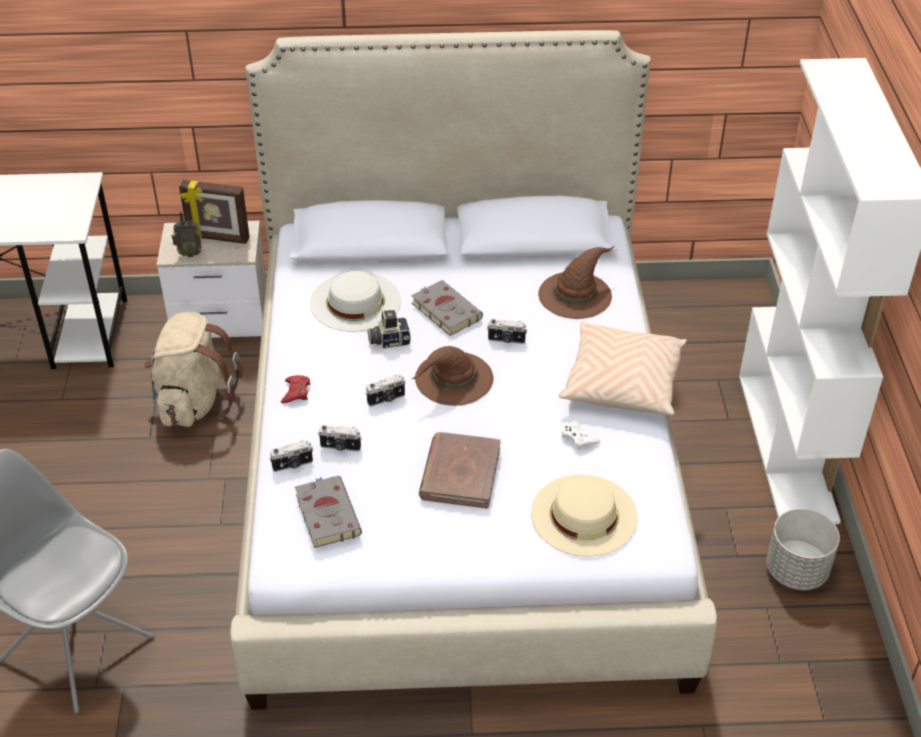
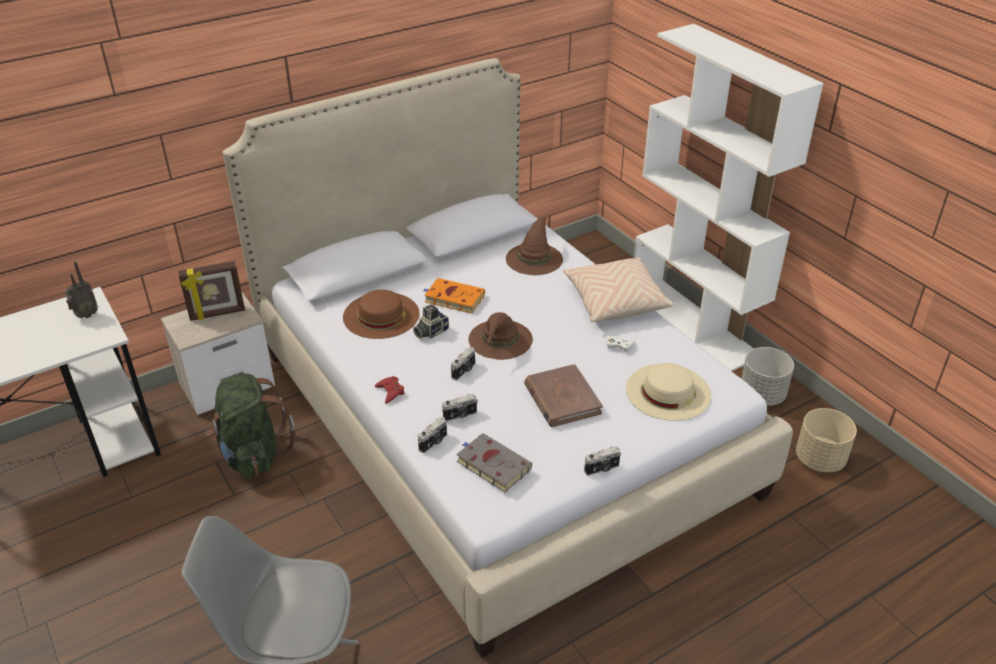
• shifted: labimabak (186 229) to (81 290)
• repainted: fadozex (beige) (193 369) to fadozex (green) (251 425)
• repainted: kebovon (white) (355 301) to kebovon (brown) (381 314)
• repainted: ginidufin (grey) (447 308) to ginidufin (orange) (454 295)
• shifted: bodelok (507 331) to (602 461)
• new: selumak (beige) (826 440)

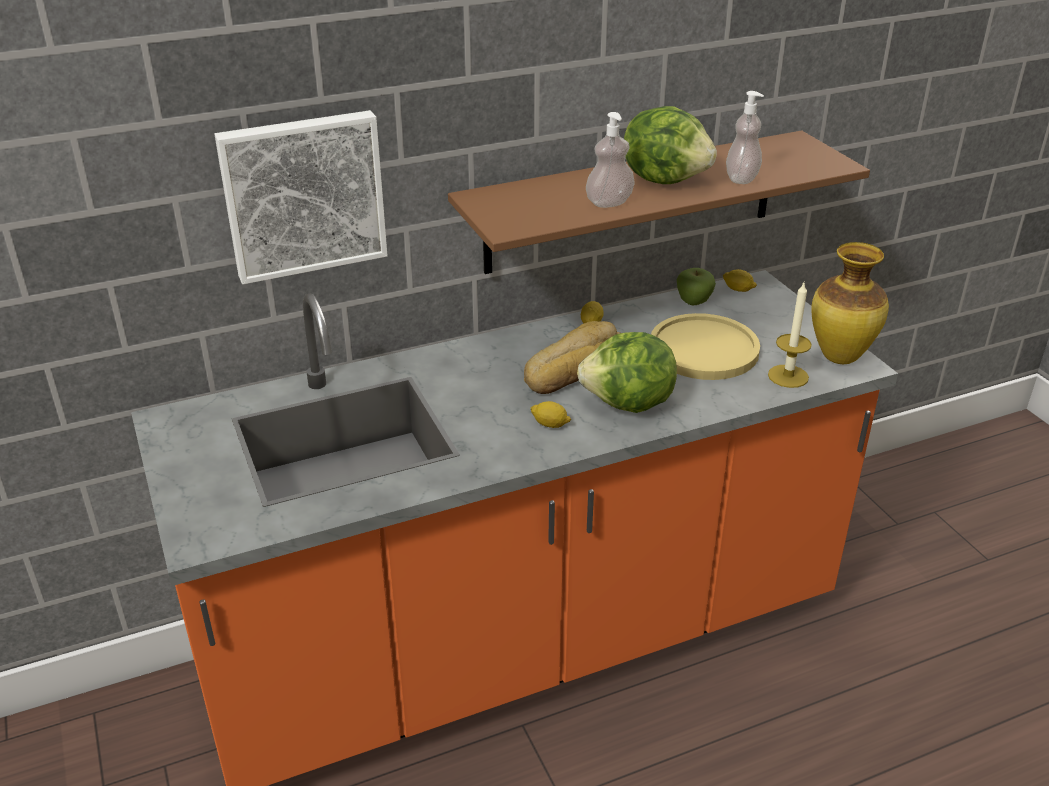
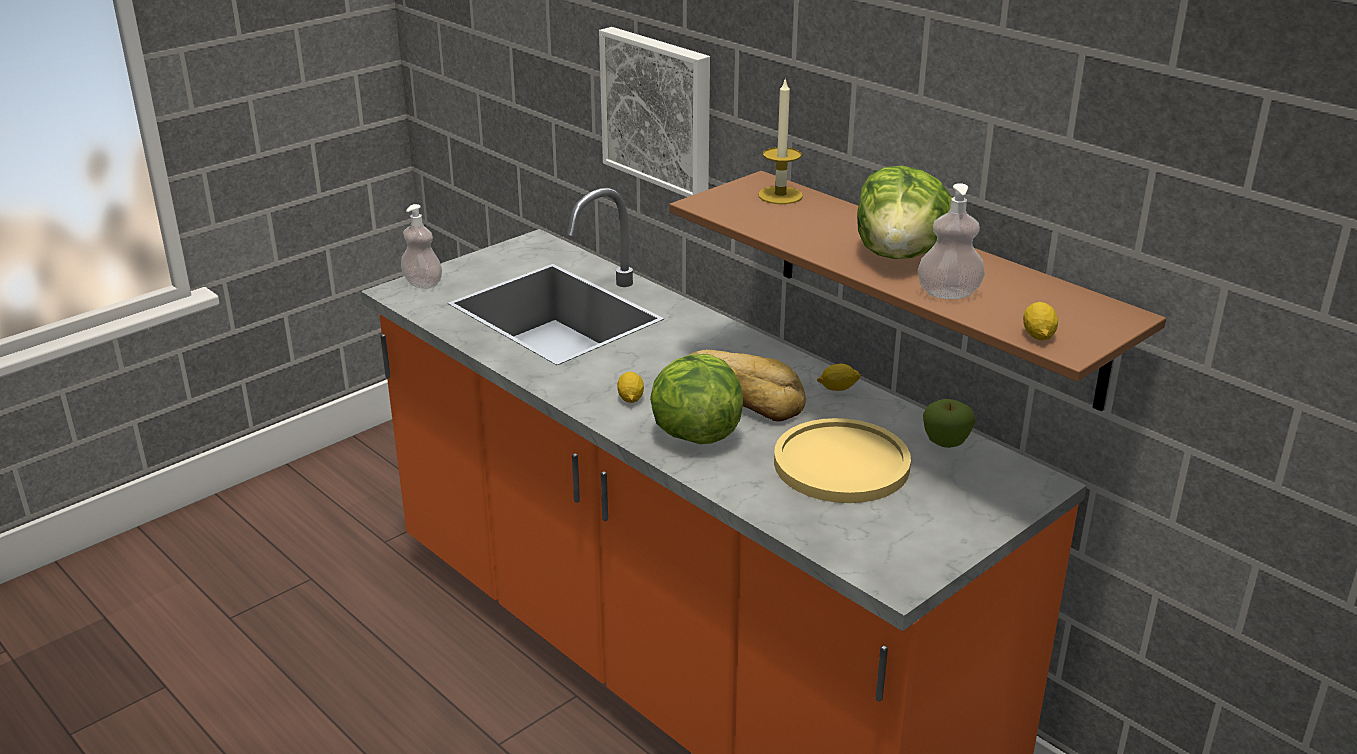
• shifted: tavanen (610 160) to (421 246)
• shifted: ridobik (790 335) to (780 141)
• shifted: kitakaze (740 280) to (1040 321)
• gone: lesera (850 303)

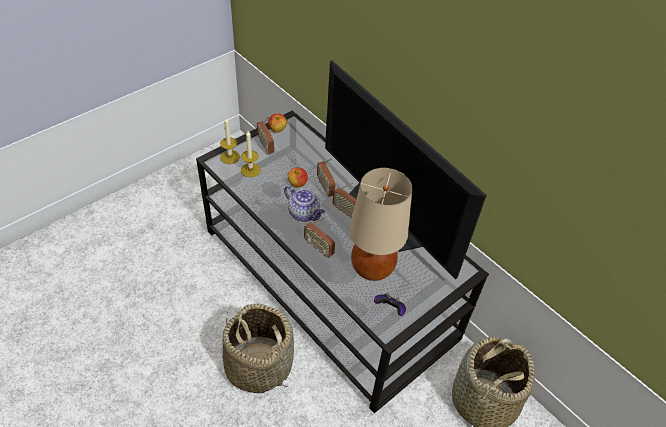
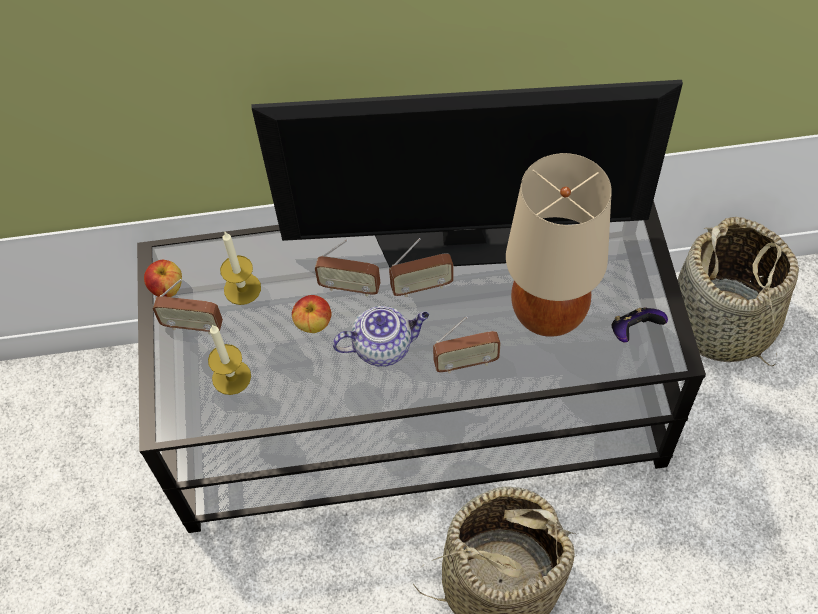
• shifted: ridobik (230 141) to (240 268)

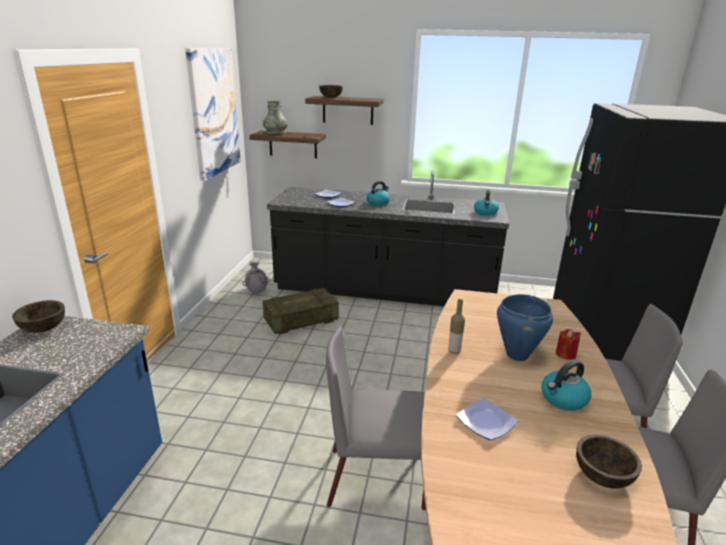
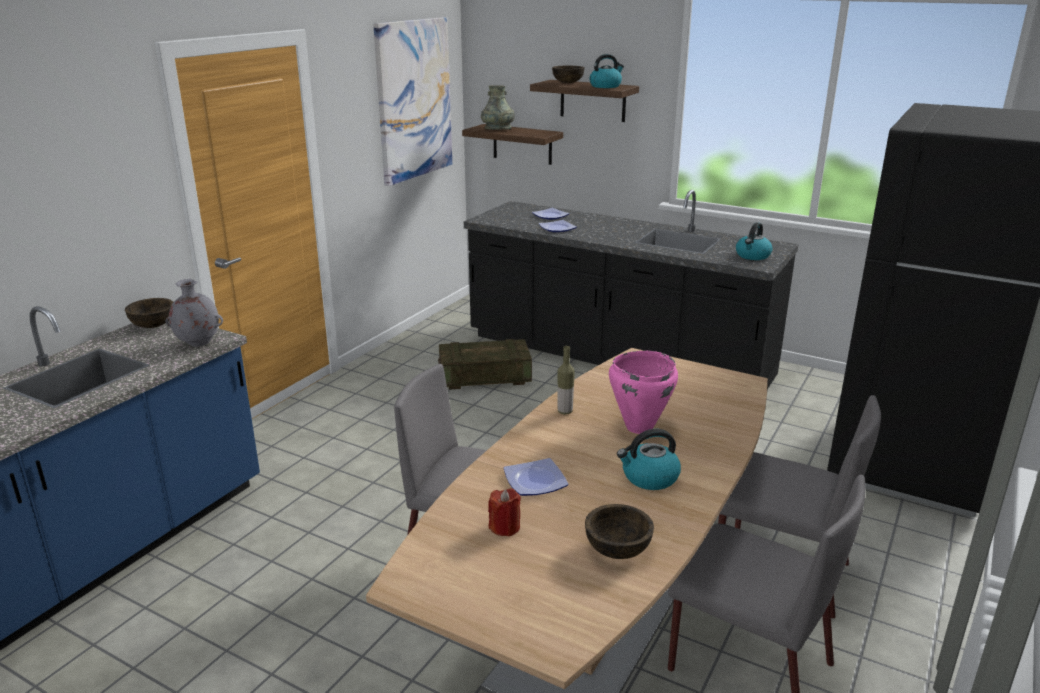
• shifted: lesera (grey) (256 278) to (194 313)
• shifted: ridobik (red) (568 344) to (504 512)
• shifted: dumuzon (378 193) to (606 71)
• repainted: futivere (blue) (525 327) to futivere (pink) (643 392)

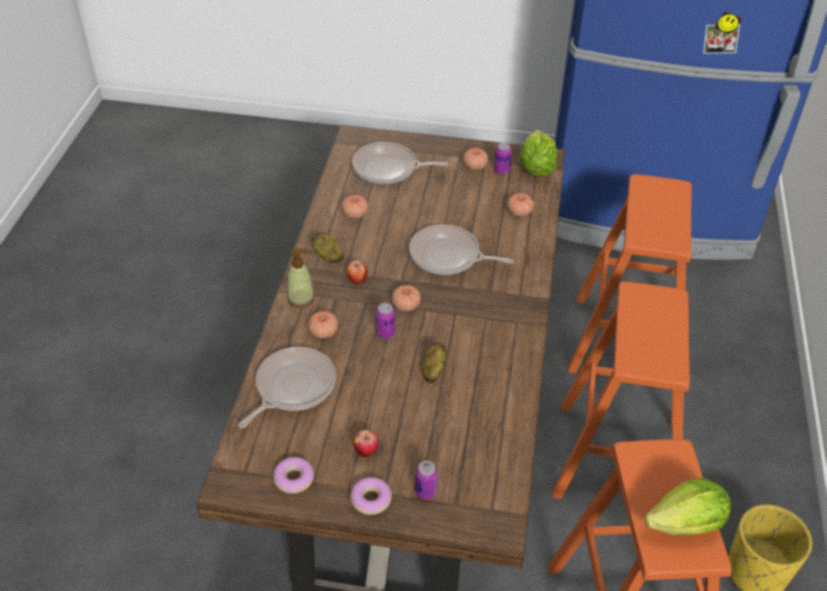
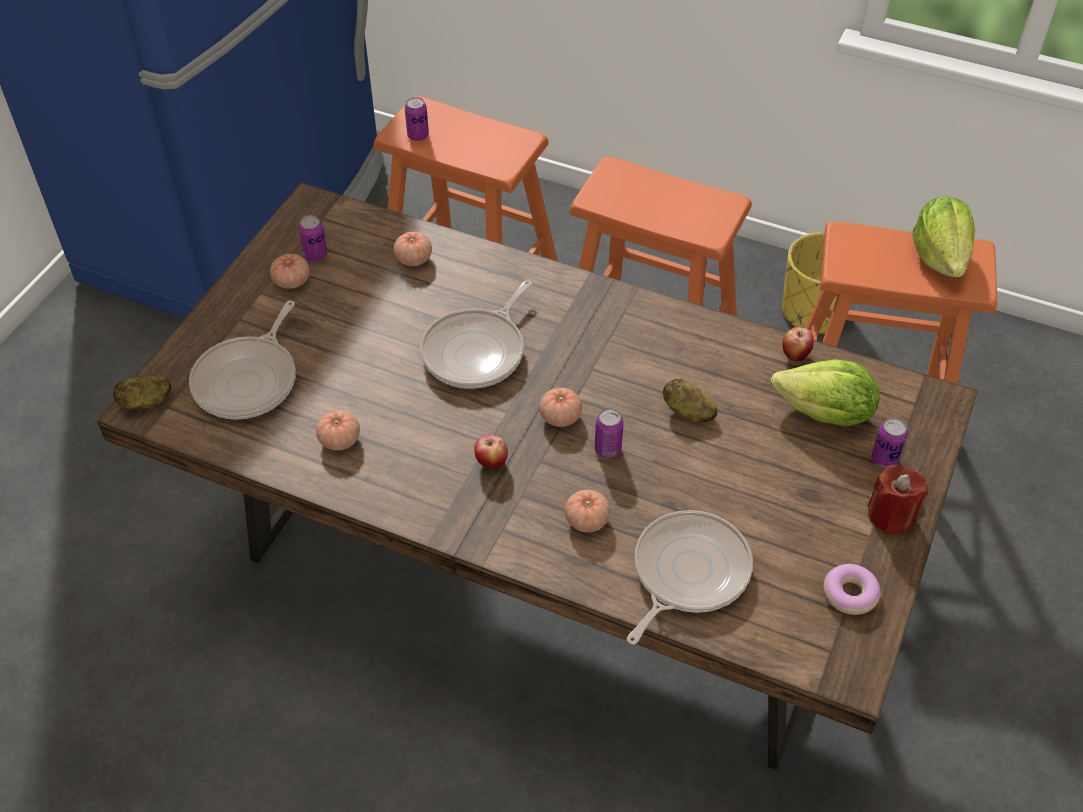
• shifted: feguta (328 247) to (142 393)
• new: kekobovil (417 119)
• rotated: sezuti (287 387) = (690 577) 75 degrees clockwise
• shifted: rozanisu (538 153) to (825 392)
• shifted: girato (366 443) to (798 344)
• swapped: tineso (371 496) to ridobik (red) (897 499)
• gone: tavanen (301 278)

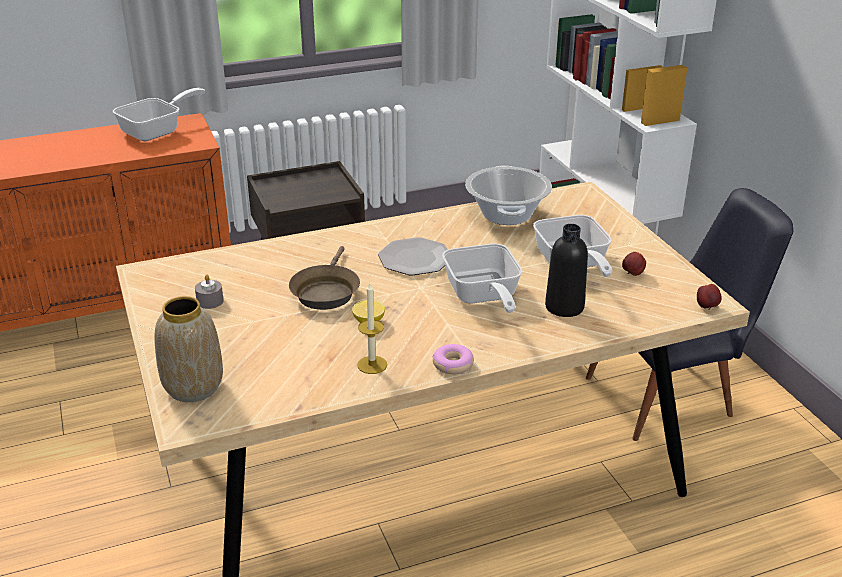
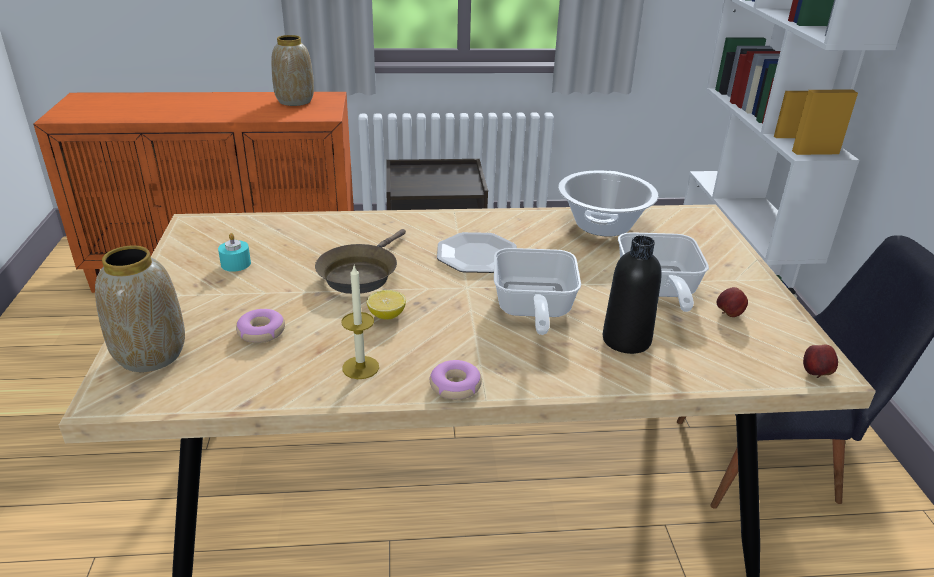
• repainted: ridobik (grey) (209 291) to ridobik (turquoise) (234 252)
• new: tineso (260 326)
• swapped: sezuti (159 114) to lesera (292 70)

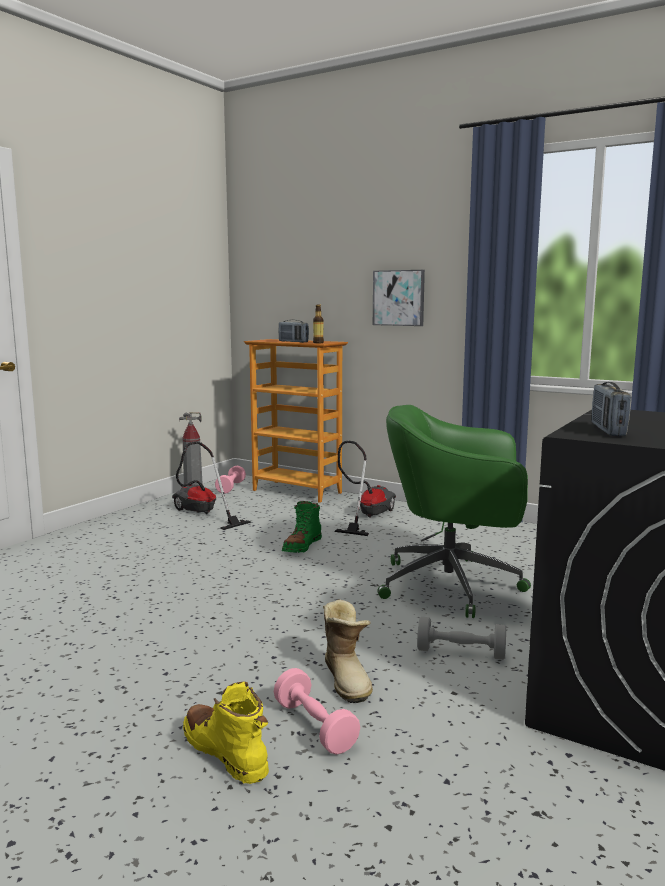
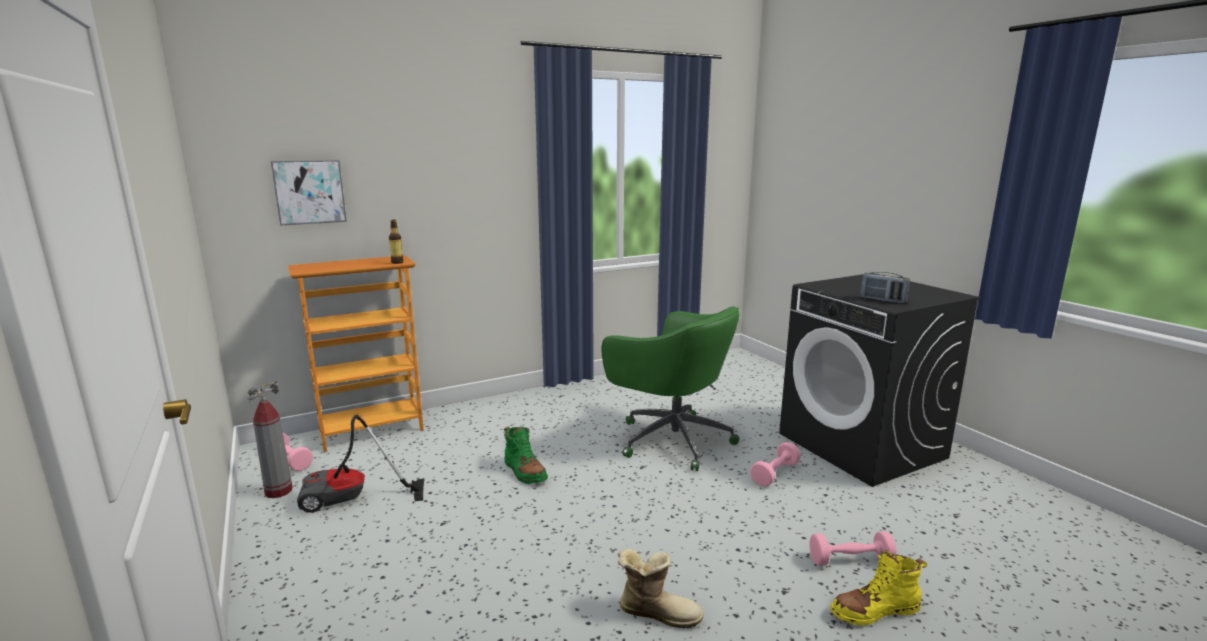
• shifted: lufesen (399 298) to (309 193)
• rotated: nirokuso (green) (454 511) = (670 388) 90 degrees counterclockwise
• shifted: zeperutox (348 651) to (661 588)
• repainted: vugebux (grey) (461 638) to vugebux (pink) (775 464)
• gone: labimabak (293 331)
• gone: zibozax (365 488)

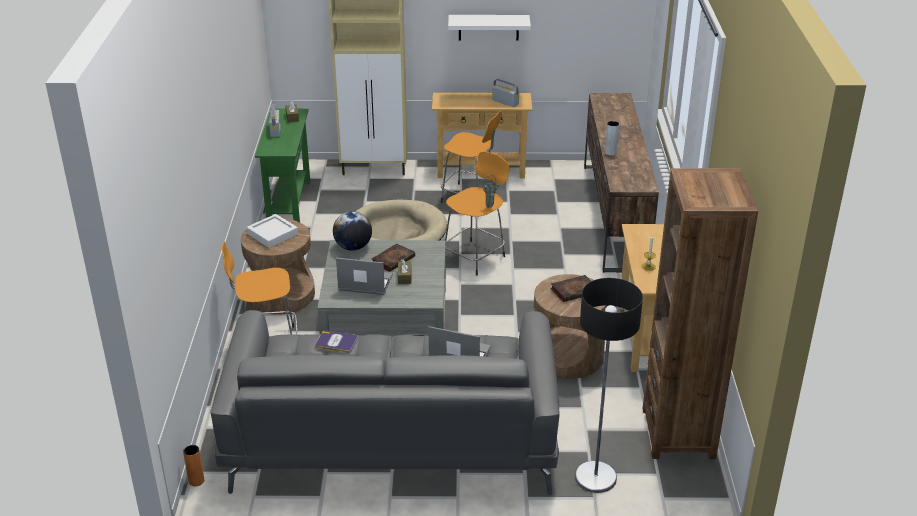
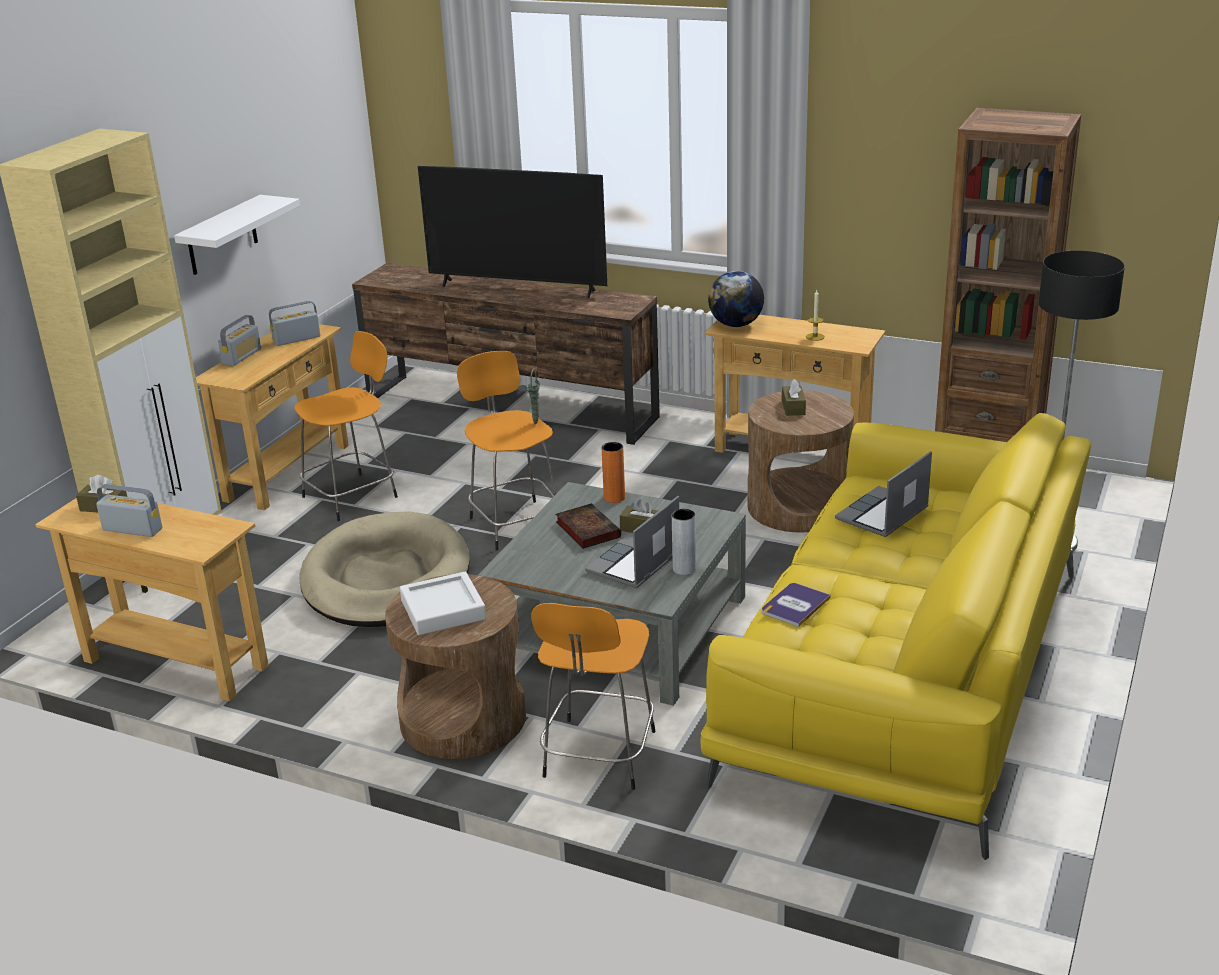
• repainted: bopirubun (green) (282 165) to bopirubun (beige) (152 599)
• new: labimabak (239 340)
• new: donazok (512 232)
• shifted: lesera (orange) (193 465) to (613 472)
• shifted: lesera (grey) (612 138) to (684 542)
• repainted: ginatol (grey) (384 402) to ginatol (yellow) (895 636)
• shifted: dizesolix (352 231) to (736 299)
• swapped: ginidufin (571 288) to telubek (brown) (794 397)

